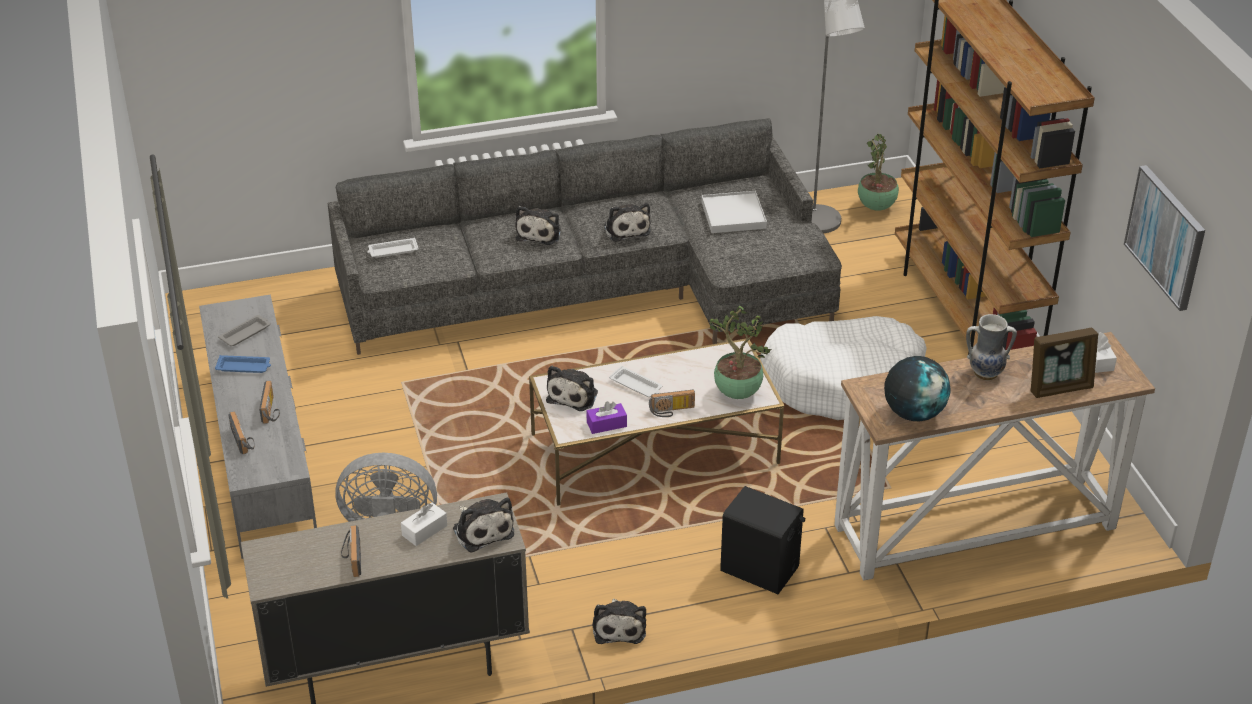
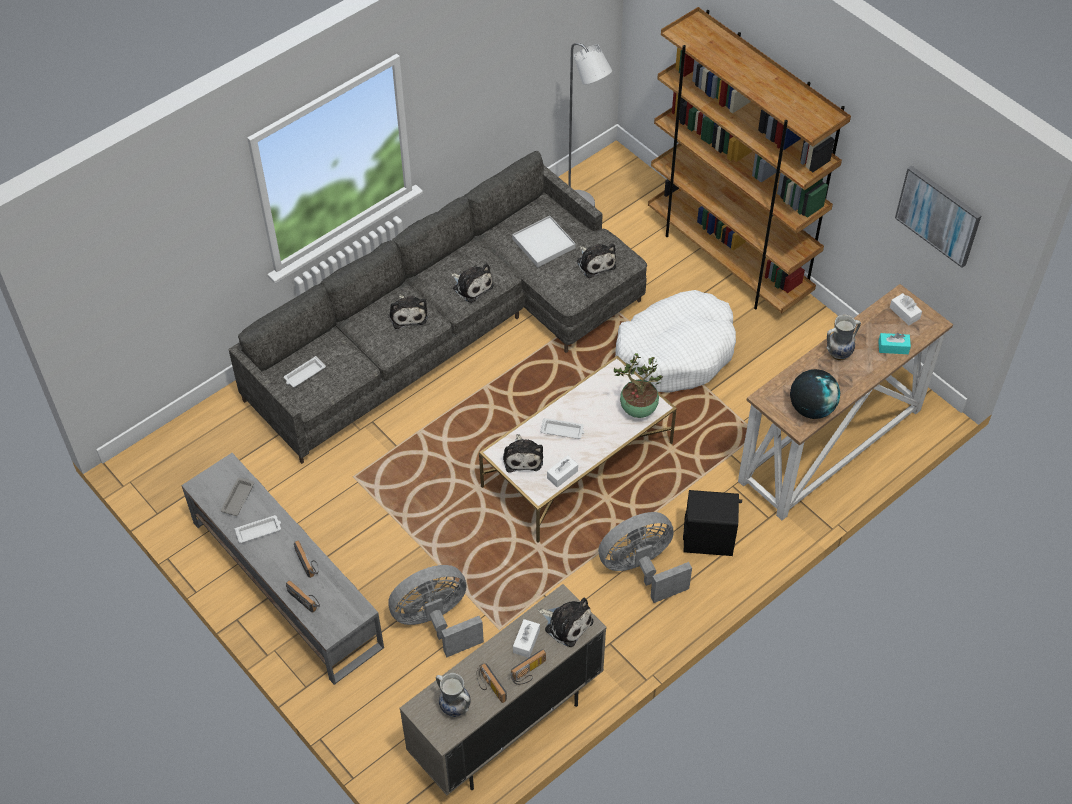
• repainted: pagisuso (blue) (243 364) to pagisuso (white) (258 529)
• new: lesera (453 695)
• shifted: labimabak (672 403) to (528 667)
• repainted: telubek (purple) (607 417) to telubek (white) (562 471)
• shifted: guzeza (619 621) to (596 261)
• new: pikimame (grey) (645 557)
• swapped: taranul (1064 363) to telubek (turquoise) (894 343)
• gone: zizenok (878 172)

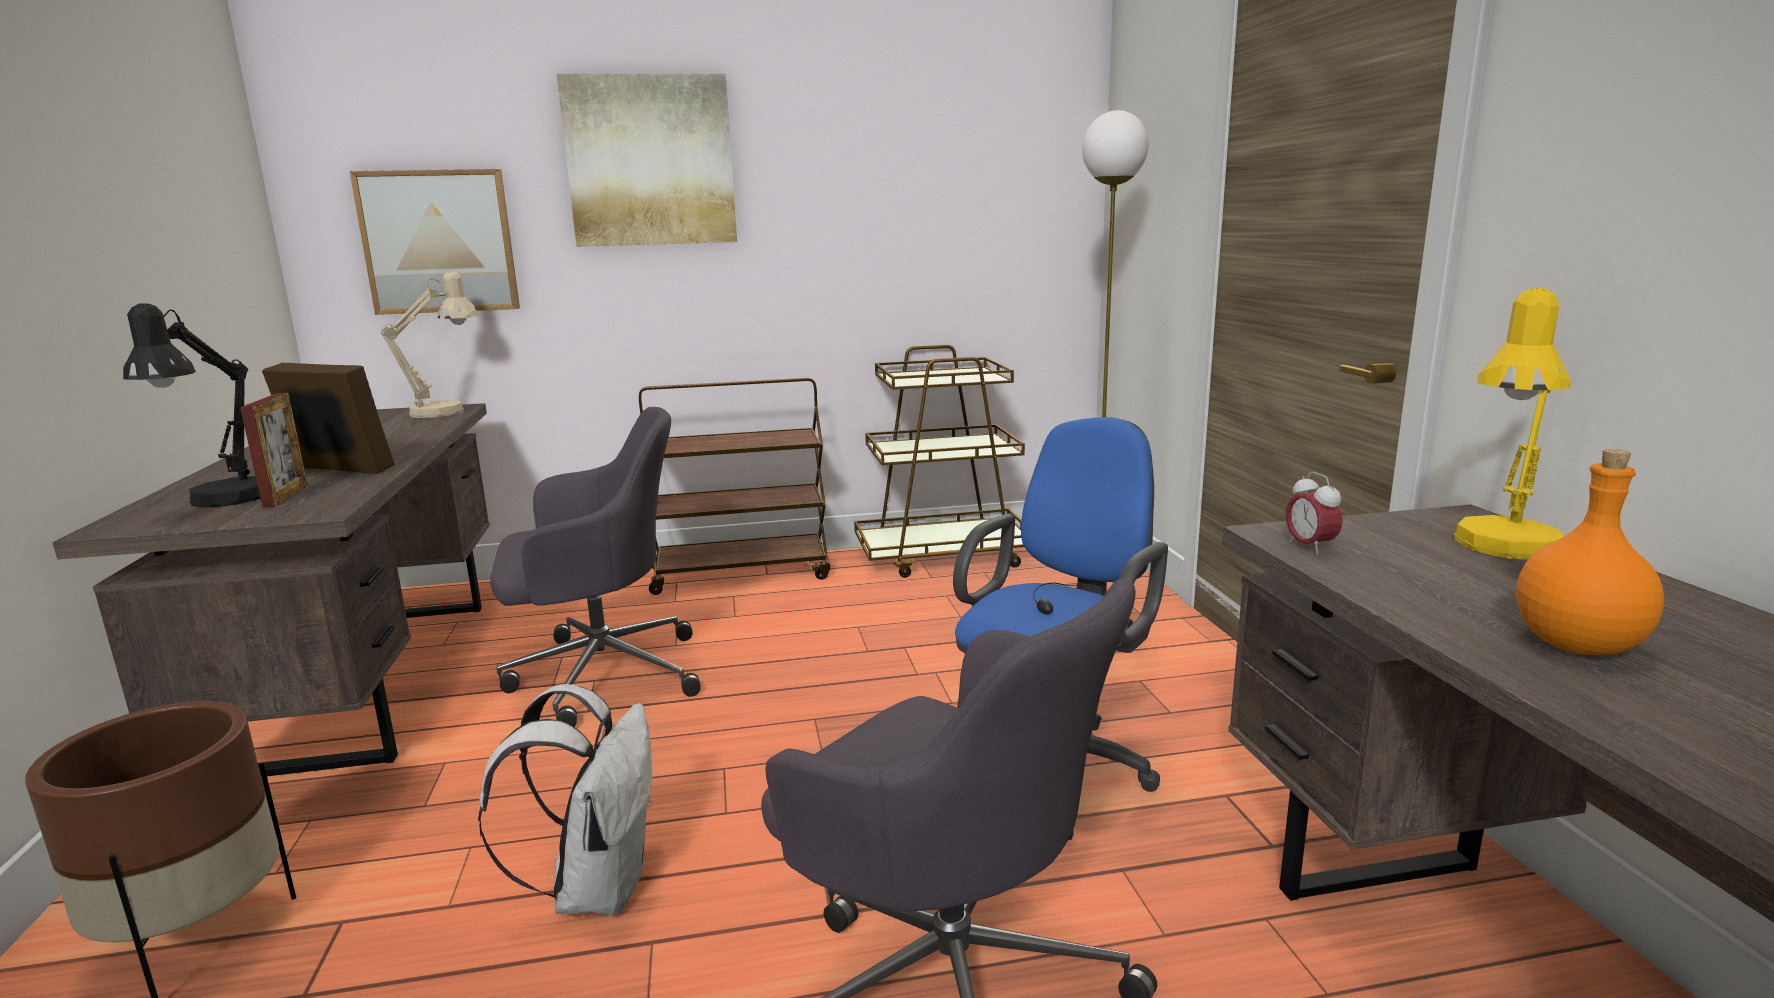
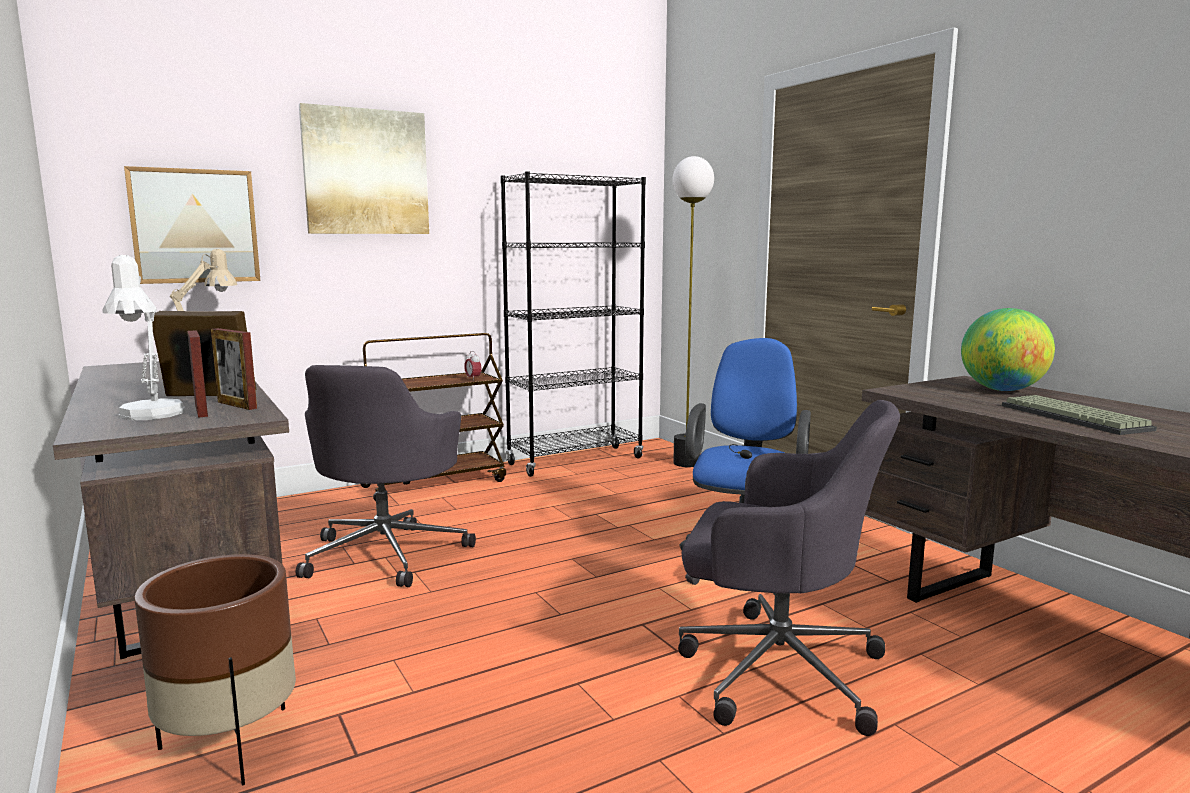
• repainted: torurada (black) (192 406) to torurada (white) (144 337)
• new: taranul (234 369)
• rotated: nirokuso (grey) (595 567) = (386 476) 135 degrees clockwise
• shifted: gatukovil (1314 513) to (473 365)
• swapped: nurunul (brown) (939 461) to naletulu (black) (573 324)
• swapped: torurada (yellow) (1512 424) to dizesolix (1008 349)
• swapped: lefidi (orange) (1590 552) to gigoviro (1079 415)
• gone: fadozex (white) (566 799)

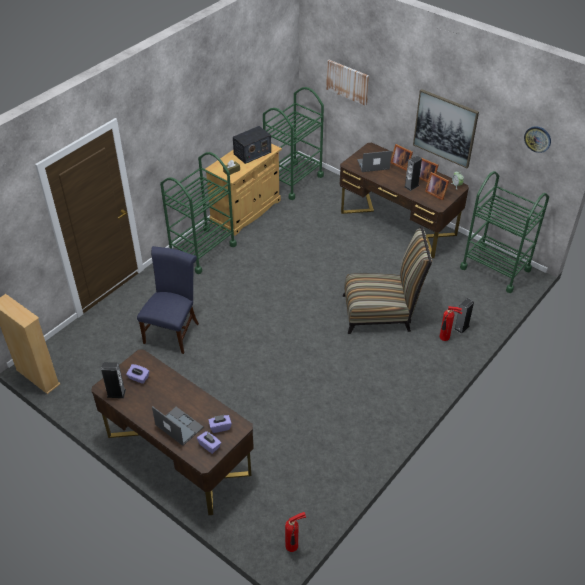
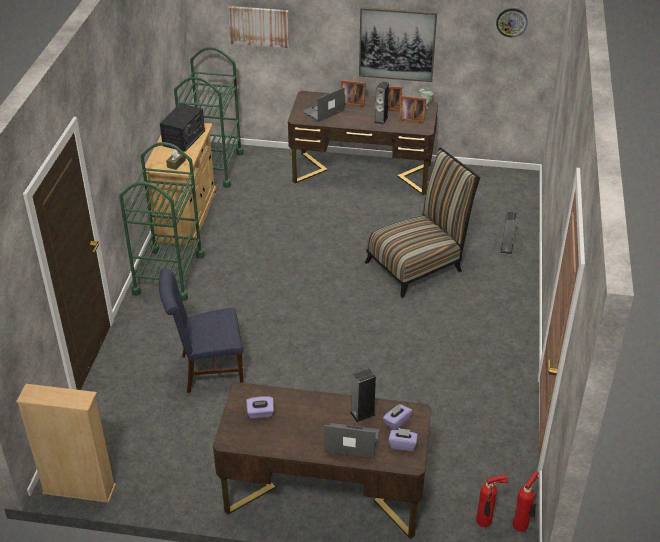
• rotated: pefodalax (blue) (168 300) = (201 330) 90 degrees counterclockwise
• shifted: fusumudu (113 380) to (363 395)
• shifted: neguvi (450 323) to (492 501)
• gone: nurunul (green) (504 232)

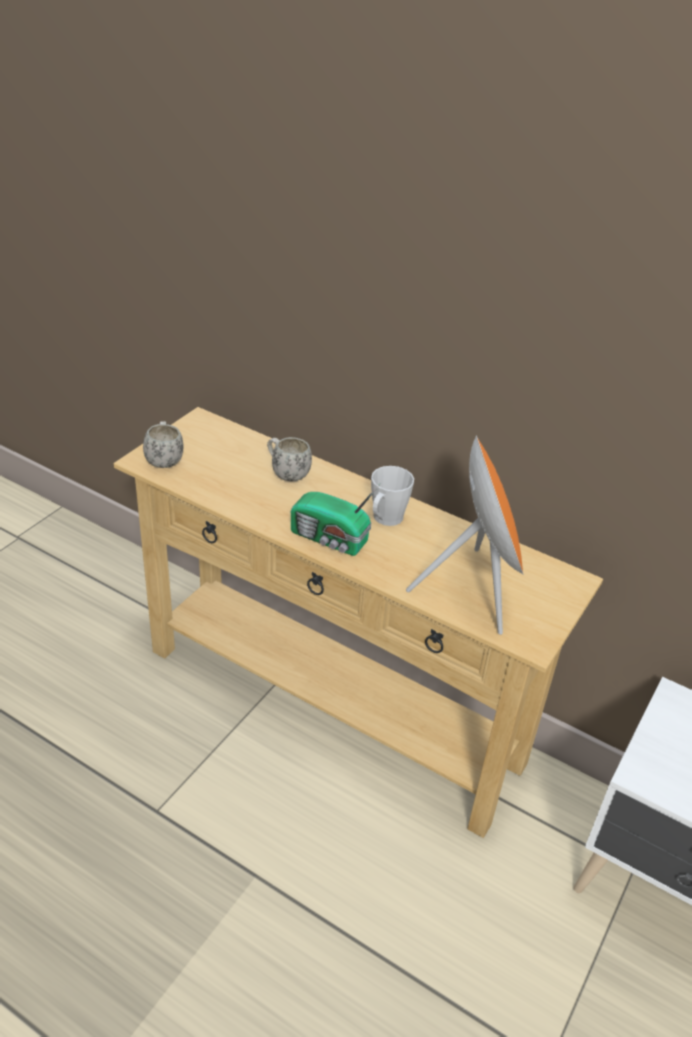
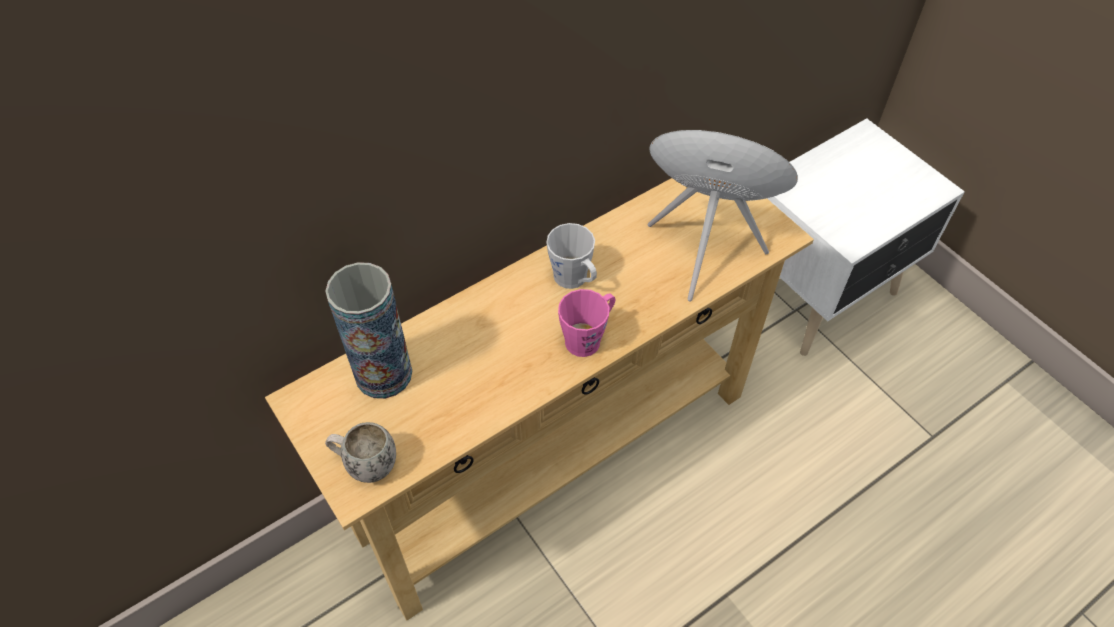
• new: lesera (368 330)
• swapped: labimabak (336 519) to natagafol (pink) (587 323)
• gone: natagafol (white) (289 459)

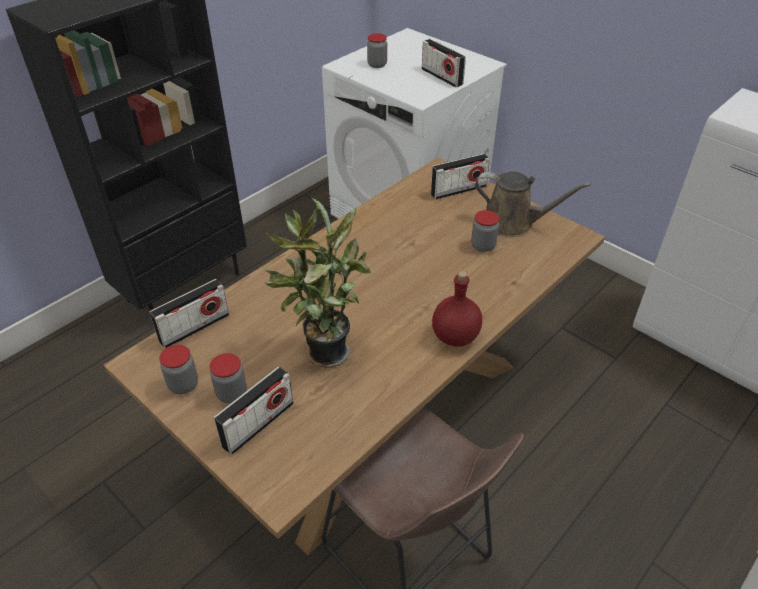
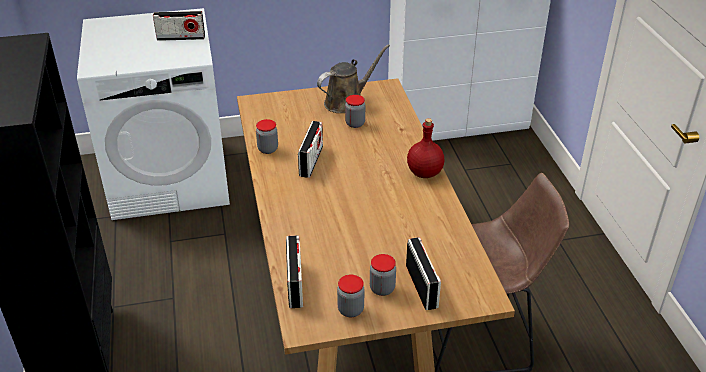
• shifted: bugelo (377 50) to (267 136)
• shifted: labimabak (460 177) to (310 149)
• gone: zizenok (317 283)

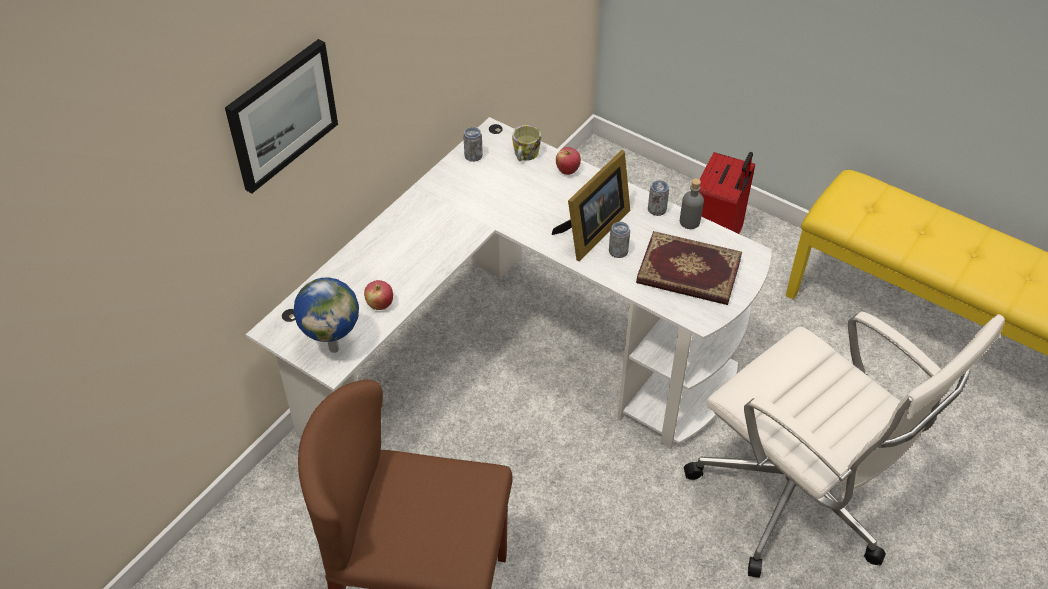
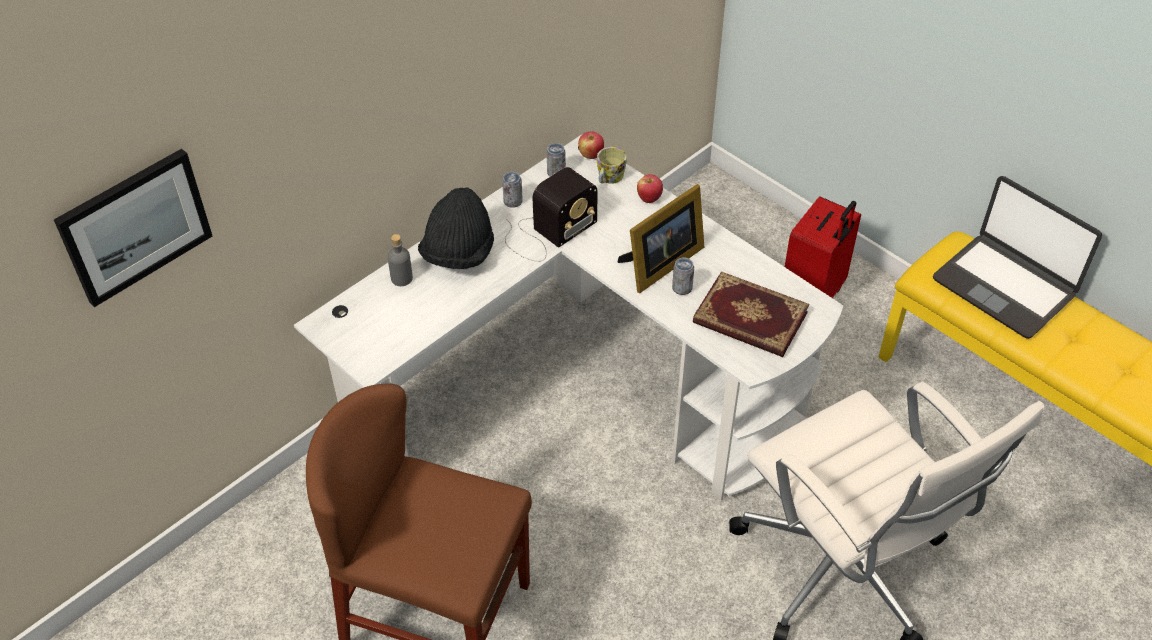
• shifted: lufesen (281 116) to (133 228)
• shifted: lefidi (grey) (692 204) to (400 260)
• new: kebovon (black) (456 228)
• shifted: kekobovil (658 198) to (512 190)
• new: labimabak (551 214)
• shifted: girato (378 295) to (591 145)
• new: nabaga (1017 257)
• gone: dizesolix (326 315)

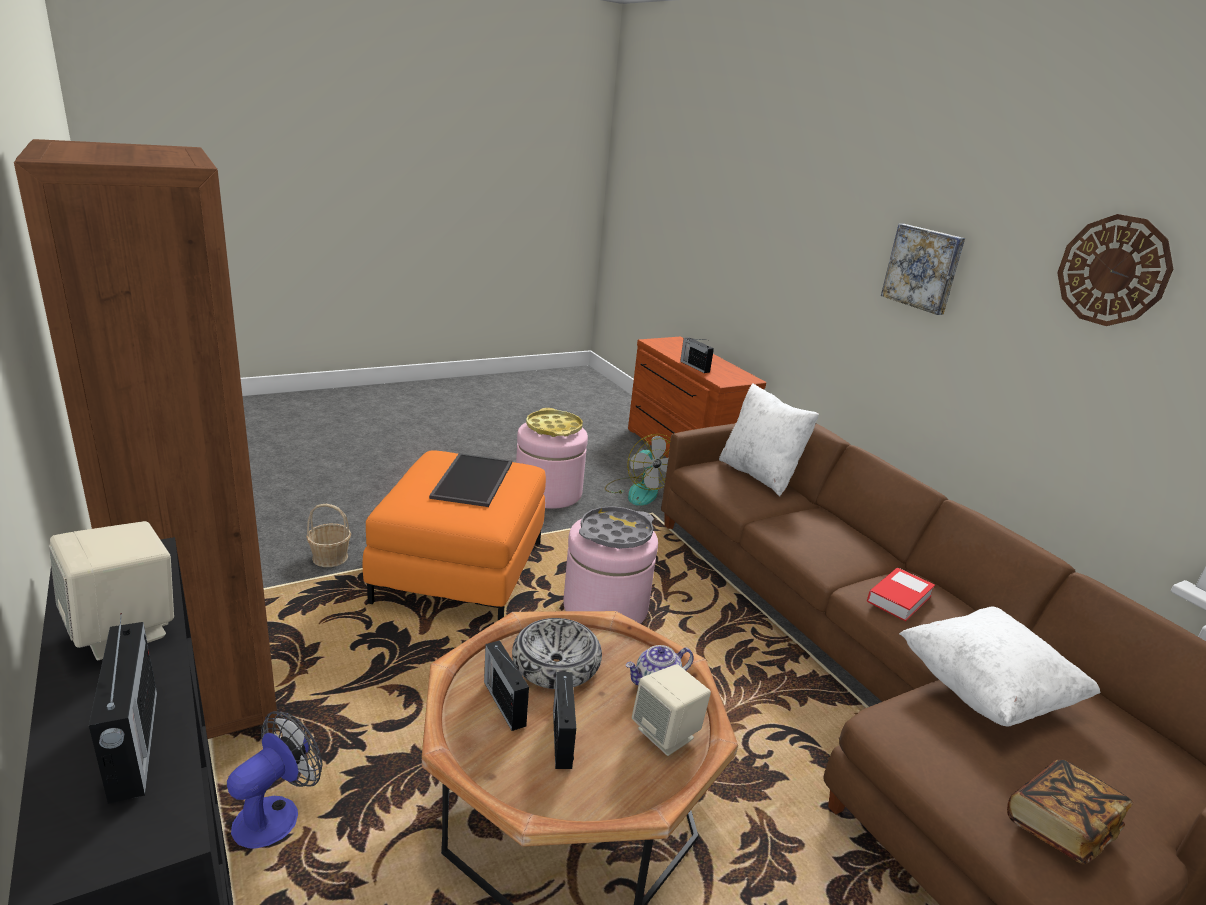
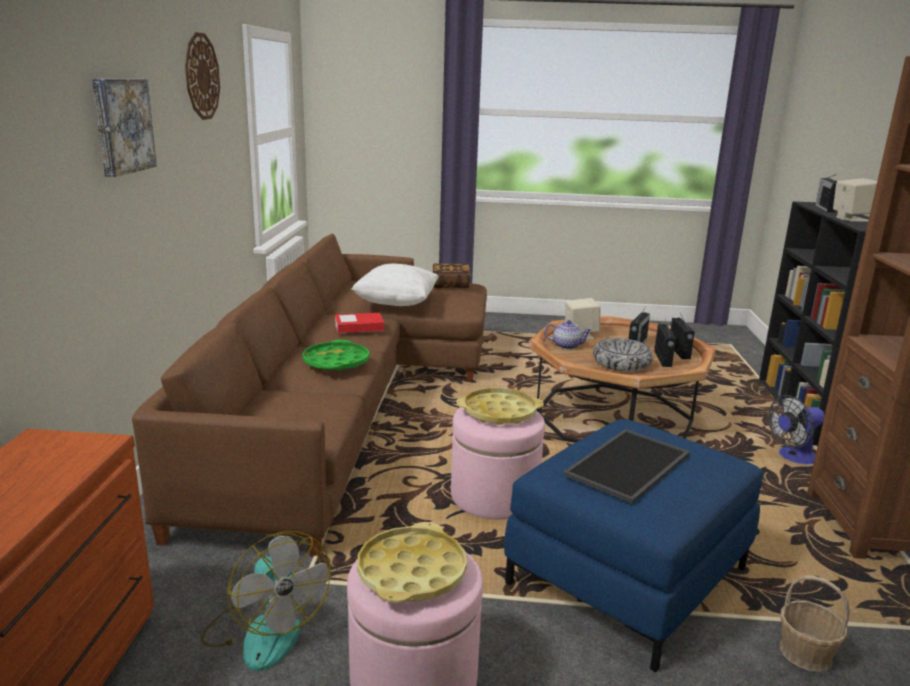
• rotated: pikimame (638 470) = (266 601) 135 degrees clockwise
• new: pagisuso (green) (335 355)
• repainted: pagisuso (grey) (616 527) to pagisuso (yellow) (500 406)
• repainted: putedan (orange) (454 535) to putedan (blue) (633 545)
• shifted: labimabak (697 355) to (683 336)
• gone: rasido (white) (769 439)

